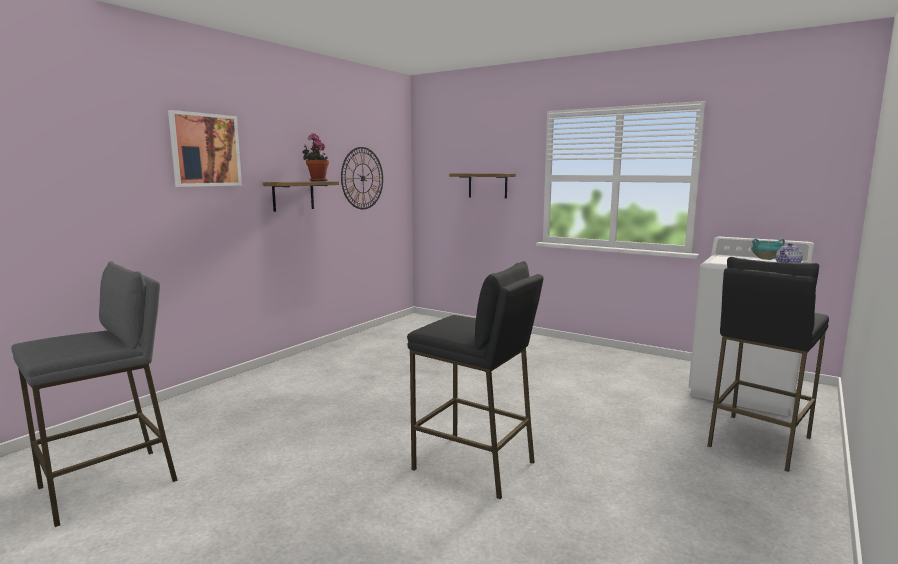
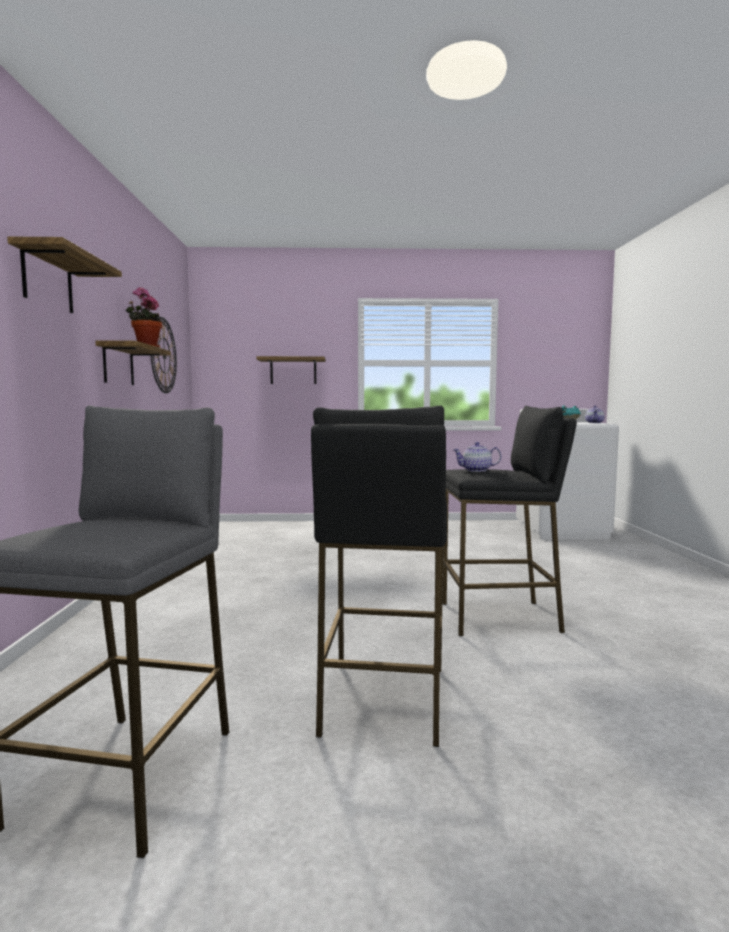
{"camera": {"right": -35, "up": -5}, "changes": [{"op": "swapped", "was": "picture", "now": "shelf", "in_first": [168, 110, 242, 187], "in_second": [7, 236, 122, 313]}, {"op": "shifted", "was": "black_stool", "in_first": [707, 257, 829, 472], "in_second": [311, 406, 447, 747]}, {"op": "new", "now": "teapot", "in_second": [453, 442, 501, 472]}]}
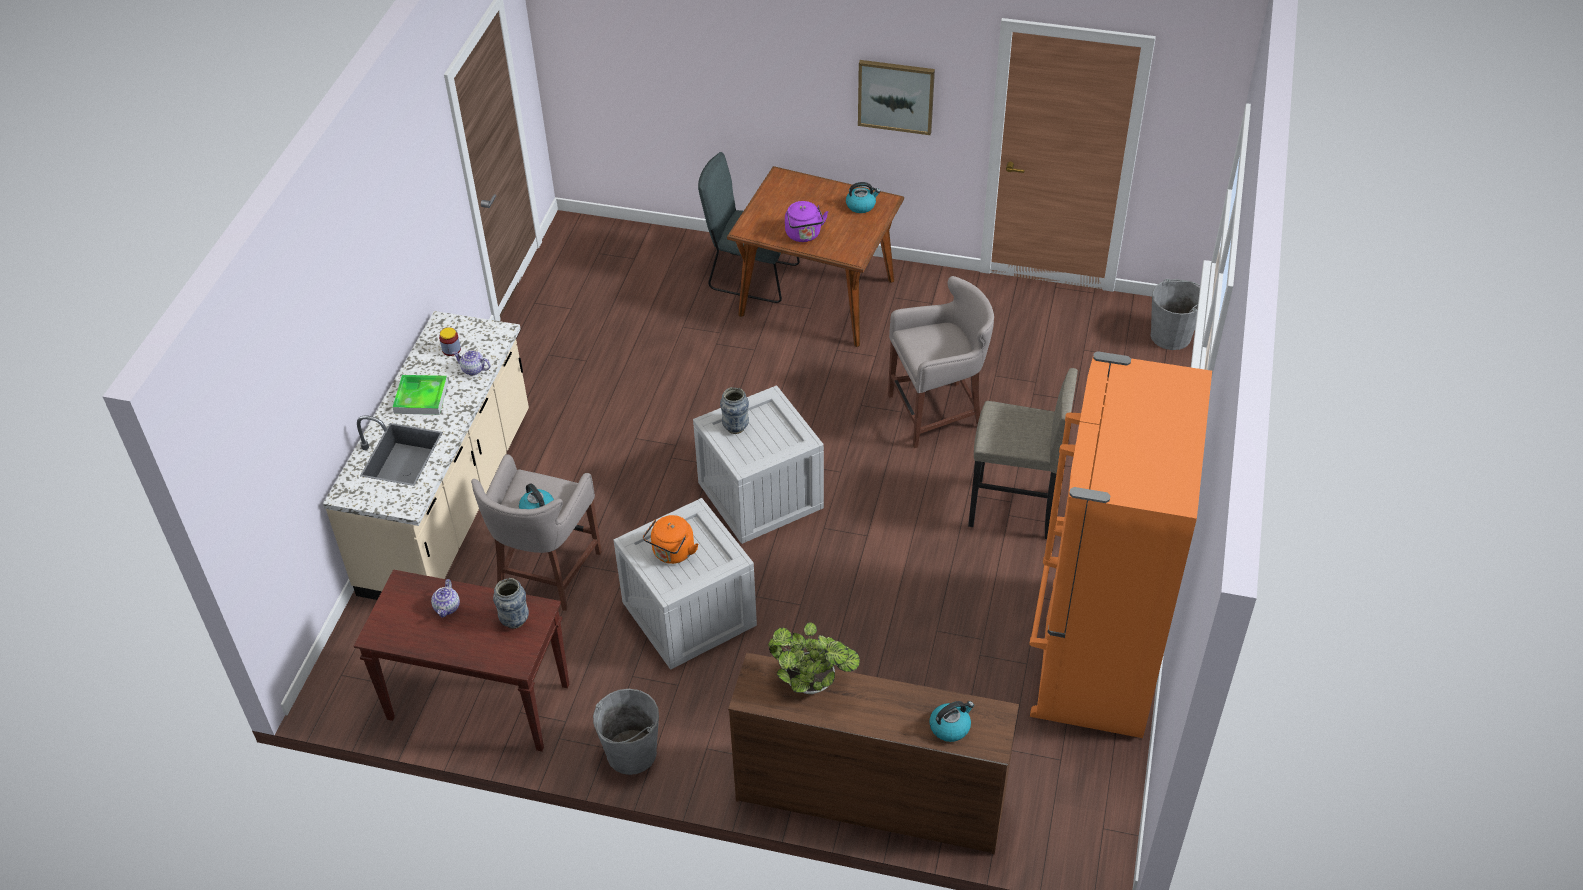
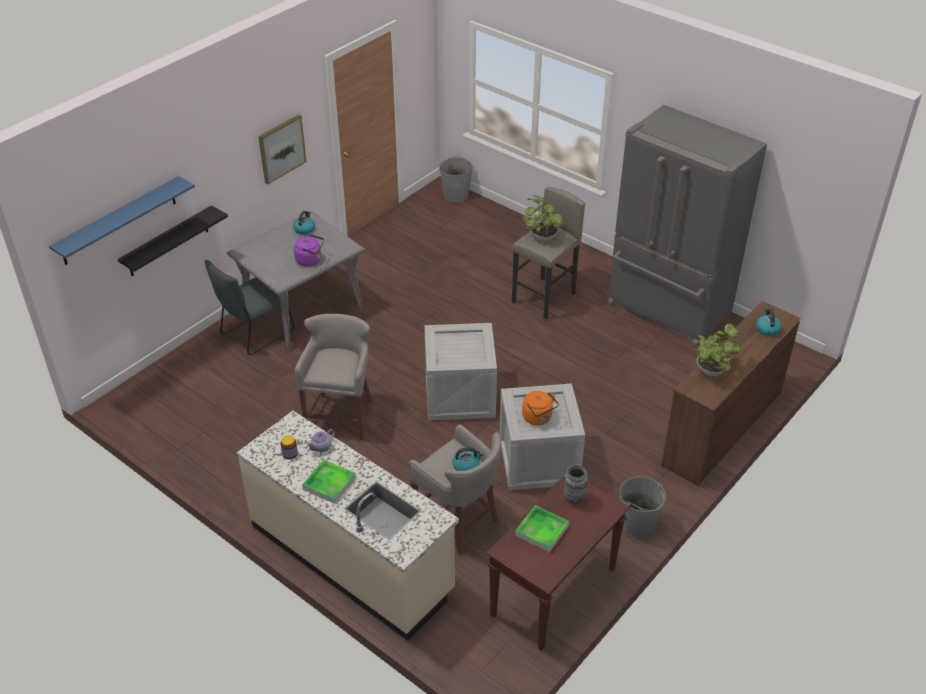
{"camera": {"right": -65, "up": -5}, "changes": [{"op": "repainted", "was": "brown_dining_table", "now": "grey_dining_table", "in_first": [727, 166, 904, 347], "in_second": [227, 211, 365, 352]}, {"op": "shifted", "was": "grey_stool", "in_first": [888, 276, 994, 448], "in_second": [295, 314, 372, 440]}, {"op": "repainted", "was": "orange_fridge", "now": "grey_fridge", "in_first": [1029, 351, 1212, 738], "in_second": [607, 105, 767, 347]}, {"op": "gone", "was": "vase", "in_first": [720, 387, 749, 434]}, {"op": "swapped", "was": "teapot", "now": "tray", "in_first": [431, 579, 460, 618], "in_second": [515, 505, 569, 553]}, {"op": "new", "now": "blue_shelf", "in_second": [49, 176, 195, 265]}, {"op": "new", "now": "potted_plant", "in_second": [523, 195, 565, 242]}, {"op": "new", "now": "black_shelf", "in_second": [118, 205, 228, 276]}]}
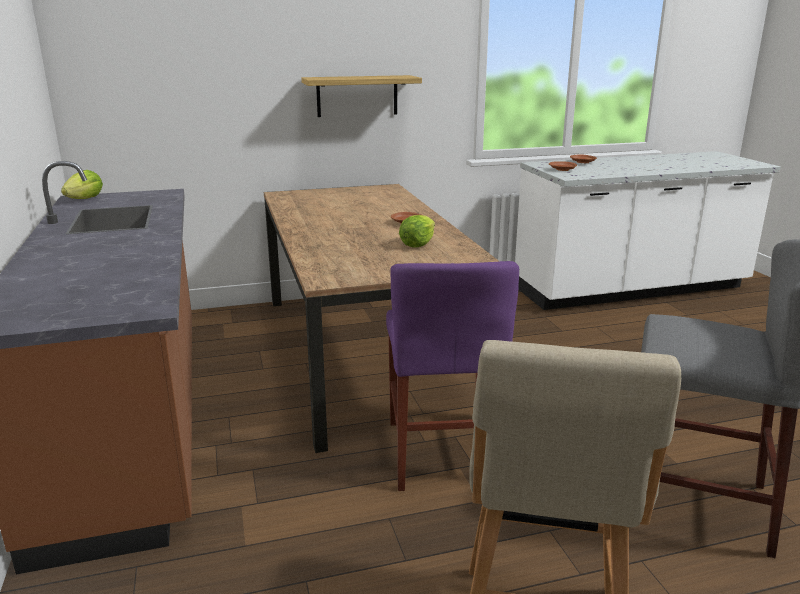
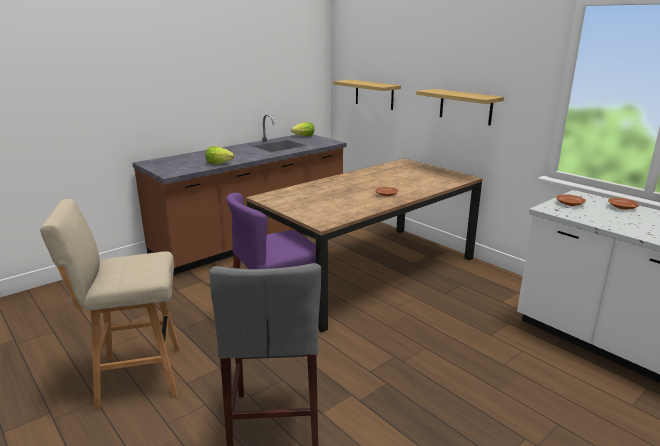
{"camera": {"right": 65, "up": 0}, "changes": [{"op": "shifted", "was": "lettuce", "in_first": [399, 215, 435, 248], "in_second": [205, 146, 235, 164]}, {"op": "new", "now": "shelf", "in_second": [333, 80, 401, 110]}]}
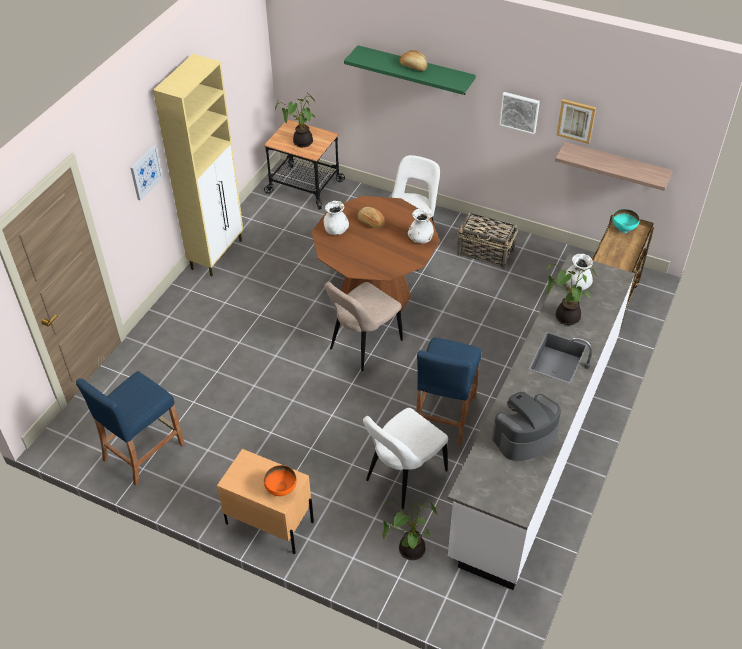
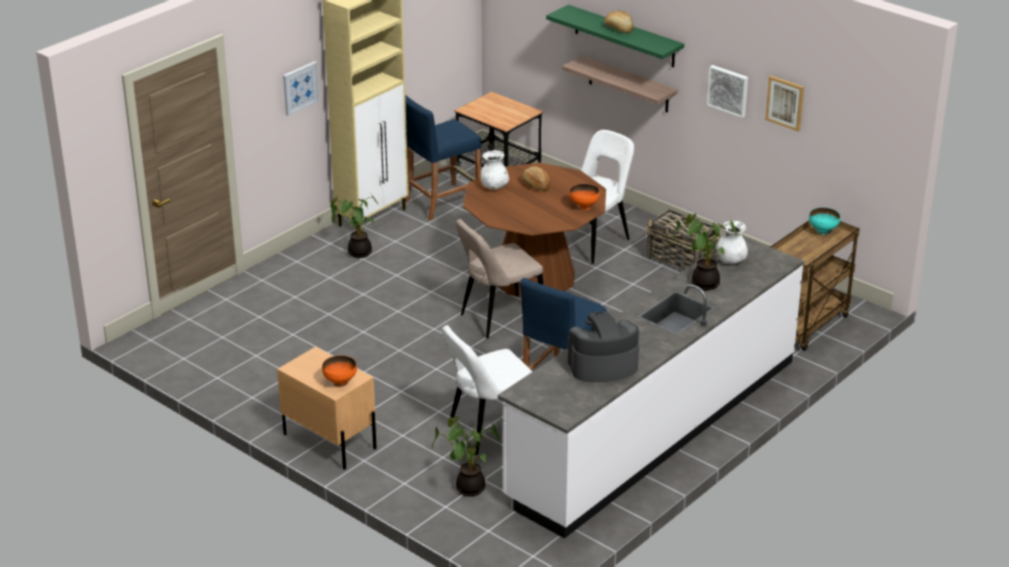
{"camera": {"right": 15, "up": -15}, "changes": [{"op": "shifted", "was": "potted_plant", "in_first": [275, 94, 316, 147], "in_second": [330, 194, 380, 258]}, {"op": "shifted", "was": "shelf", "in_first": [555, 142, 673, 191], "in_second": [562, 56, 678, 112]}, {"op": "swapped", "was": "white_vase", "now": "orange_bowl", "in_first": [408, 208, 434, 244], "in_second": [569, 183, 600, 210]}, {"op": "shifted", "was": "blue_stool", "in_first": [76, 371, 184, 486], "in_second": [405, 95, 482, 220]}]}
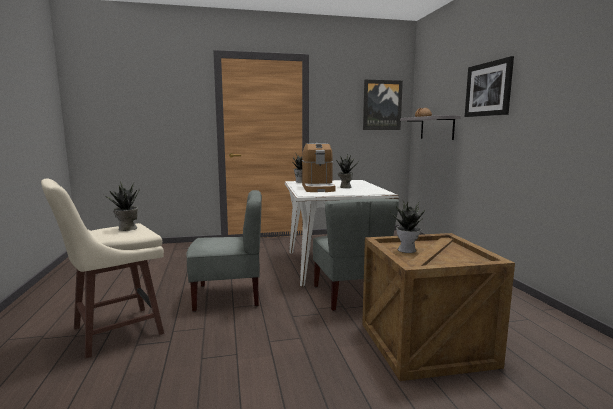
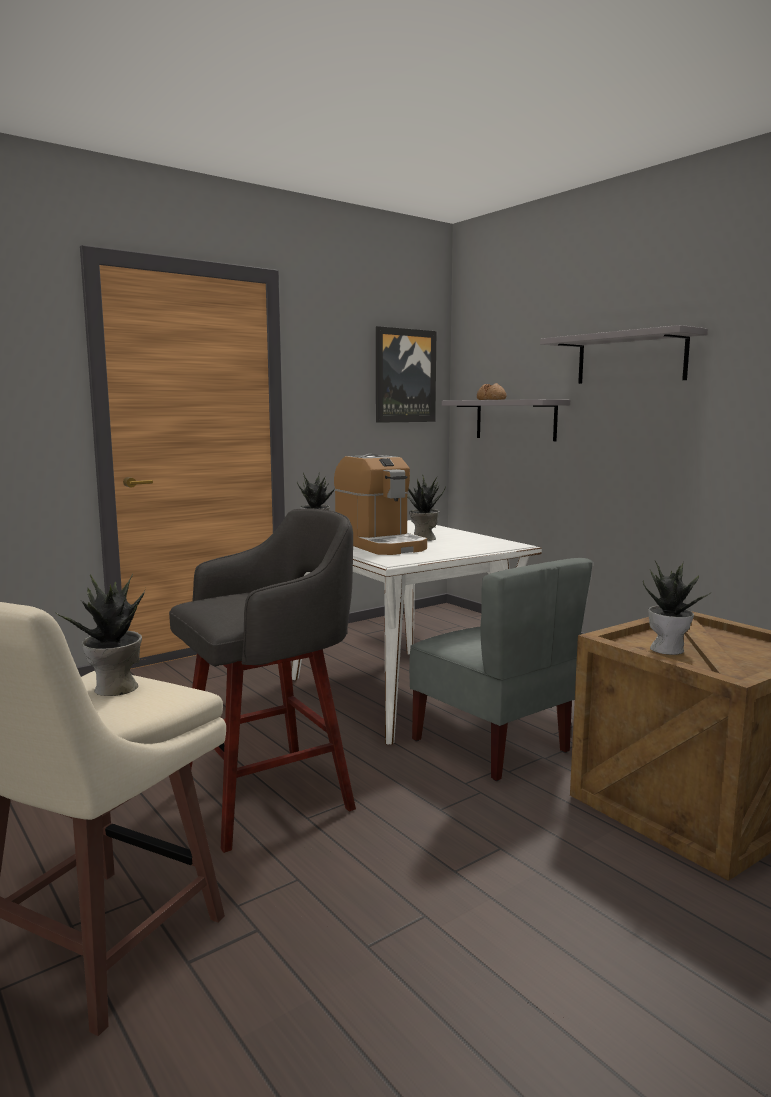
{"camera": {"right": -25, "up": 0}, "changes": [{"op": "swapped", "was": "picture", "now": "grey_shelf", "in_first": [465, 56, 514, 117], "in_second": [540, 325, 708, 384]}, {"op": "swapped", "was": "grey_chair", "now": "grey_stool", "in_first": [186, 190, 262, 312], "in_second": [169, 508, 356, 853]}]}
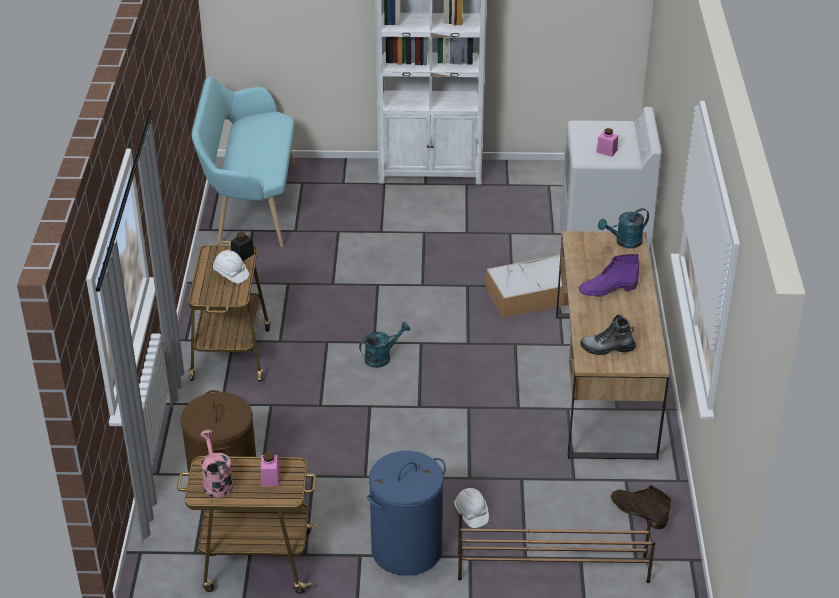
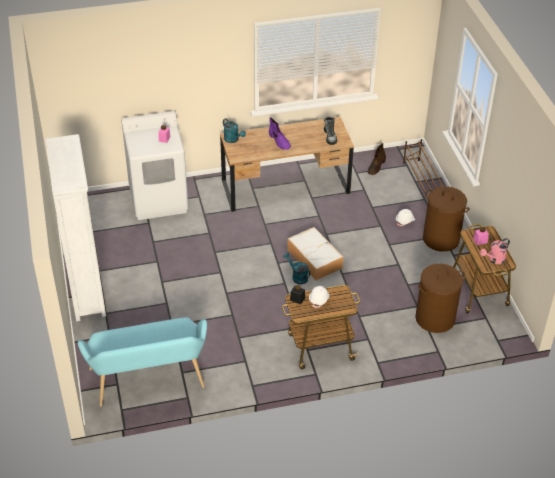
{"camera": {"right": -105, "up": 5}, "changes": [{"op": "shifted", "was": "storage_box", "in_first": [486, 255, 568, 318], "in_second": [287, 227, 343, 280]}, {"op": "repainted", "was": "blue_laundry_basket", "now": "brown_laundry_basket", "in_first": [367, 451, 446, 576], "in_second": [423, 187, 469, 252]}]}
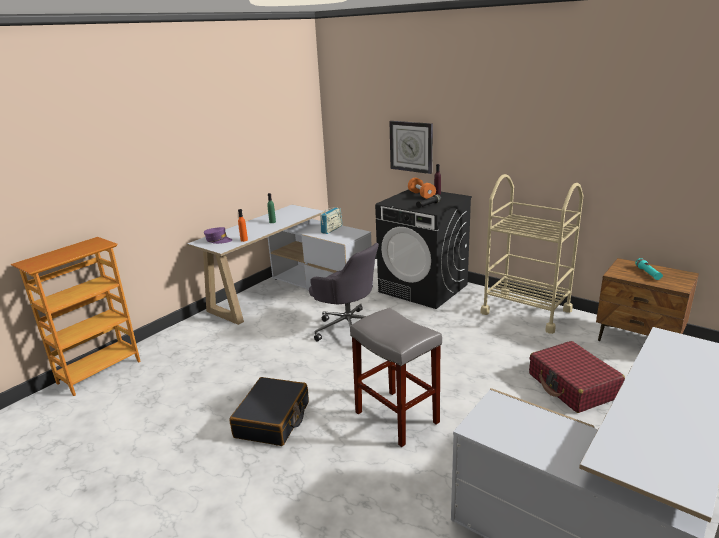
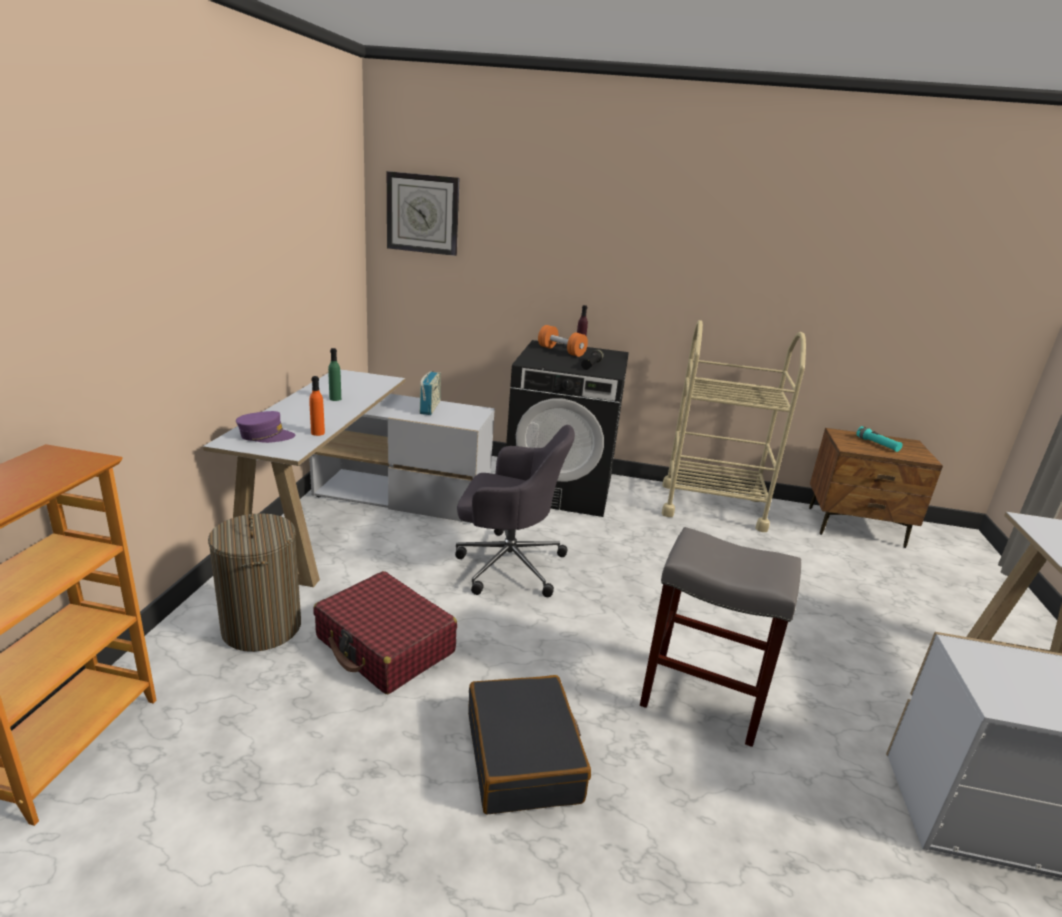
{"camera": {"right": -30, "up": 0}, "changes": [{"op": "shifted", "was": "wall_clock", "in_first": [389, 121, 433, 174], "in_second": [387, 171, 459, 256]}, {"op": "shifted", "was": "red_suitcase", "in_first": [529, 341, 625, 413], "in_second": [313, 571, 457, 694]}, {"op": "new", "now": "laundry_basket", "in_second": [208, 513, 301, 652]}]}
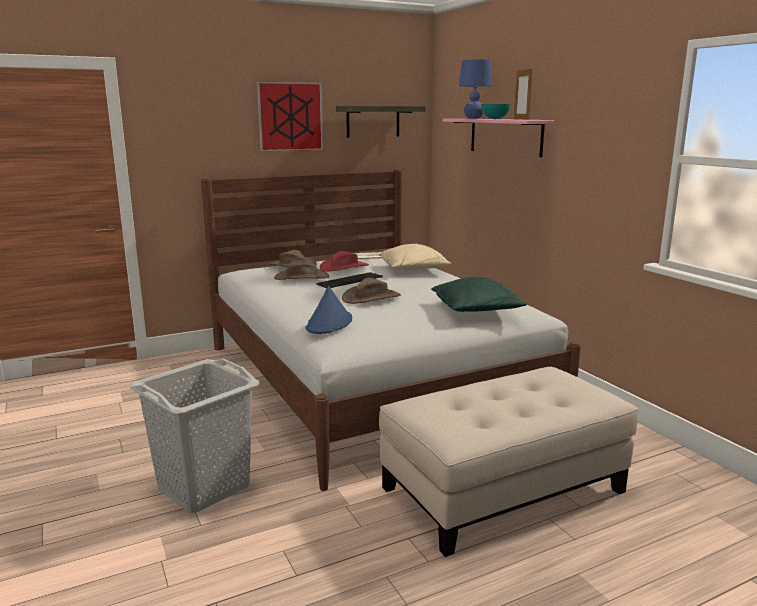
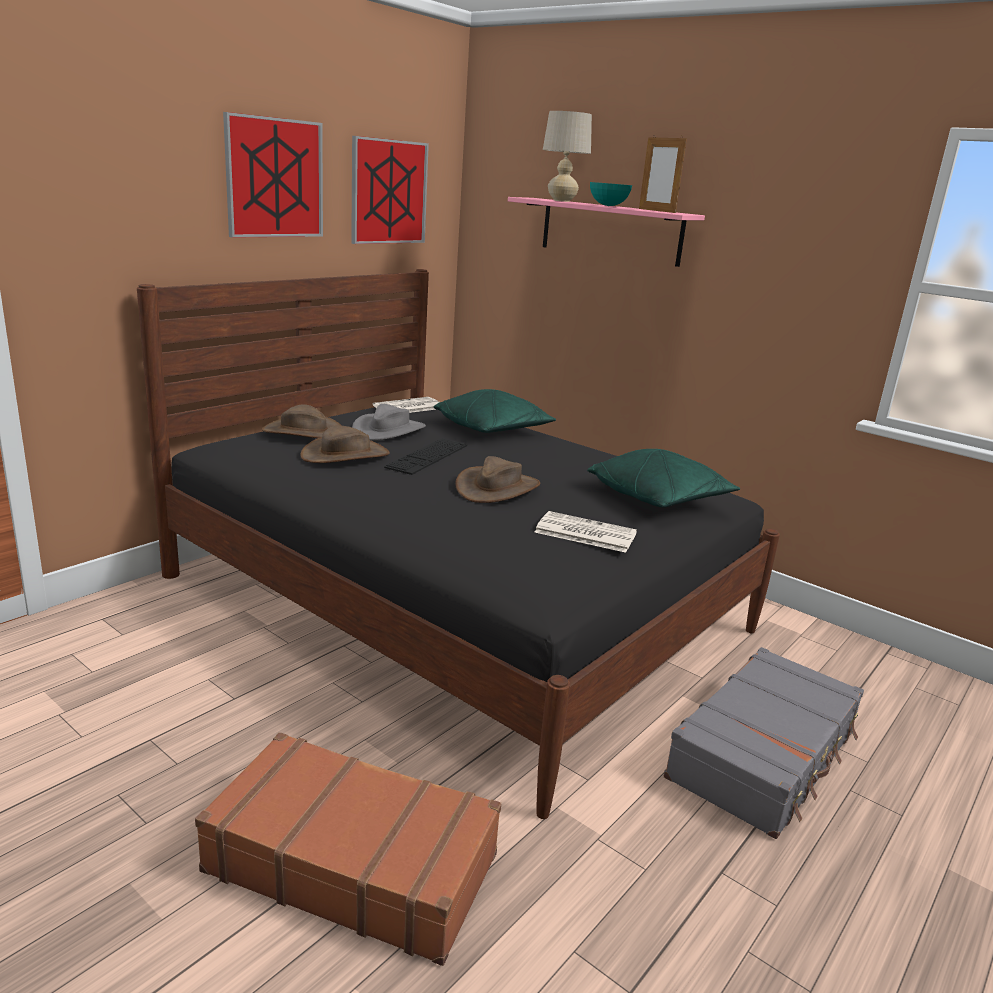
{"camera": {"right": -25, "up": 5}, "changes": [{"op": "repainted", "was": "blue_table_lamp", "now": "beige_table_lamp", "in_first": [459, 59, 492, 119], "in_second": [543, 111, 592, 202]}, {"op": "swapped", "was": "shelf", "now": "picture", "in_first": [336, 106, 425, 137], "in_second": [351, 136, 429, 244]}, {"op": "repainted", "was": "white_bed", "now": "black_bed", "in_first": [201, 170, 581, 491], "in_second": [137, 269, 780, 819]}, {"op": "repainted", "was": "beige_pillow", "now": "green_pillow", "in_first": [378, 244, 451, 270], "in_second": [434, 389, 556, 433]}, {"op": "repainted", "was": "red_hat", "now": "grey_hat", "in_first": [320, 251, 369, 271], "in_second": [352, 404, 426, 440]}, {"op": "gone", "was": "blue_hat", "in_first": [305, 286, 352, 334]}, {"op": "swapped", "was": "grey_laundry_basket", "now": "brown_suitcase", "in_first": [129, 359, 260, 513], "in_second": [195, 732, 501, 966]}, {"op": "swapped", "was": "beige_ottoman", "now": "grey_suitcase", "in_first": [379, 367, 638, 557], "in_second": [664, 647, 864, 839]}, {"op": "new", "now": "newspaper", "in_second": [535, 511, 637, 553]}]}
